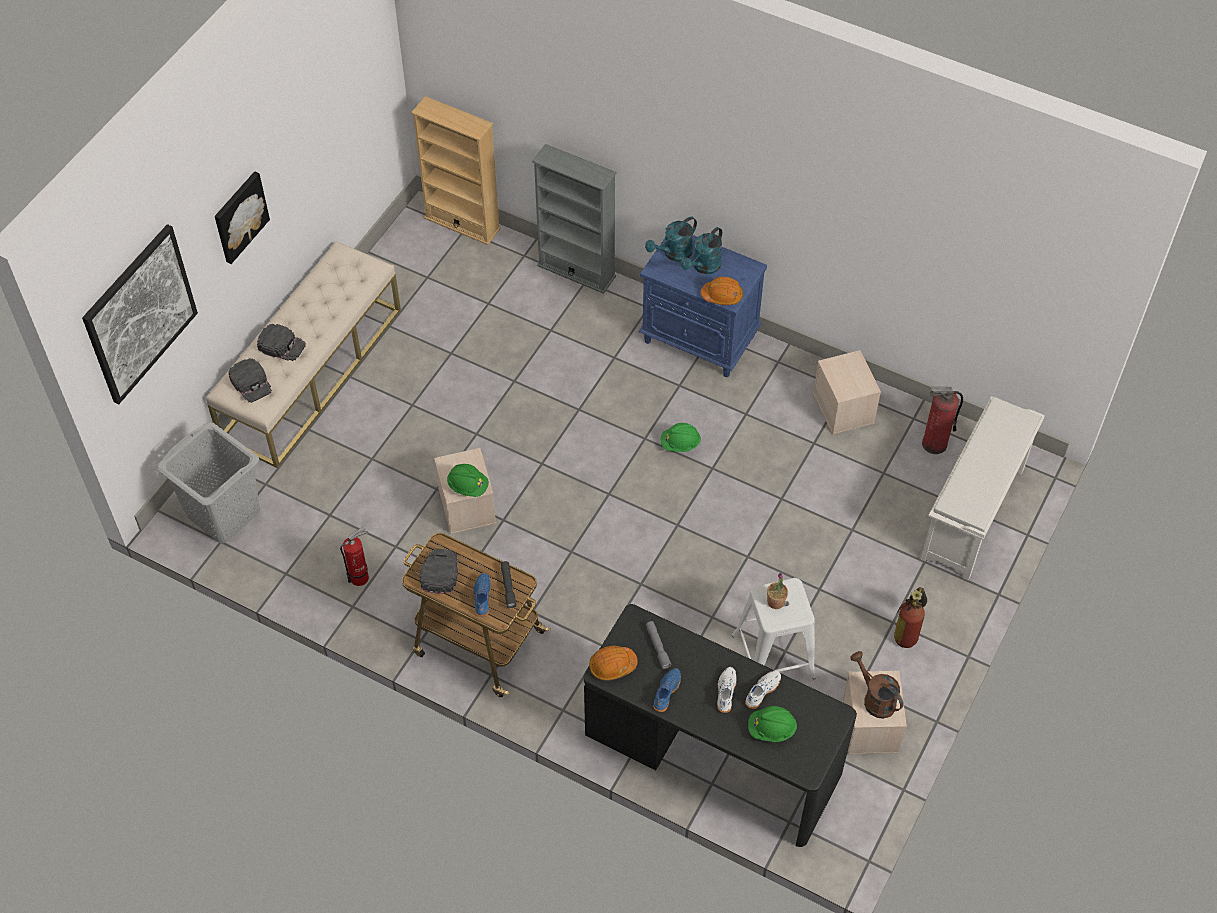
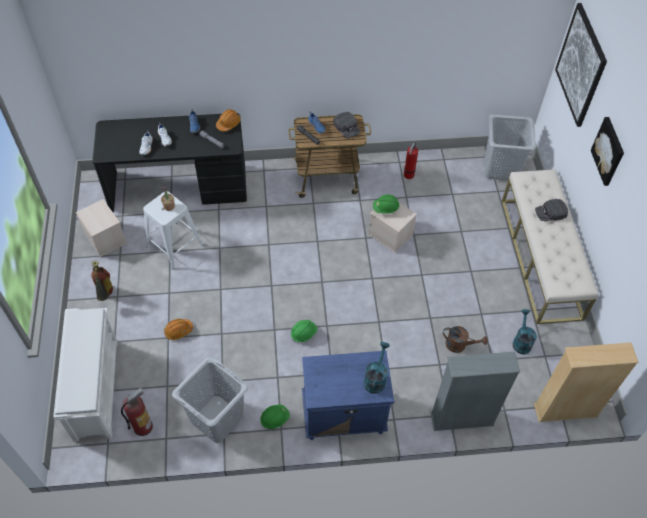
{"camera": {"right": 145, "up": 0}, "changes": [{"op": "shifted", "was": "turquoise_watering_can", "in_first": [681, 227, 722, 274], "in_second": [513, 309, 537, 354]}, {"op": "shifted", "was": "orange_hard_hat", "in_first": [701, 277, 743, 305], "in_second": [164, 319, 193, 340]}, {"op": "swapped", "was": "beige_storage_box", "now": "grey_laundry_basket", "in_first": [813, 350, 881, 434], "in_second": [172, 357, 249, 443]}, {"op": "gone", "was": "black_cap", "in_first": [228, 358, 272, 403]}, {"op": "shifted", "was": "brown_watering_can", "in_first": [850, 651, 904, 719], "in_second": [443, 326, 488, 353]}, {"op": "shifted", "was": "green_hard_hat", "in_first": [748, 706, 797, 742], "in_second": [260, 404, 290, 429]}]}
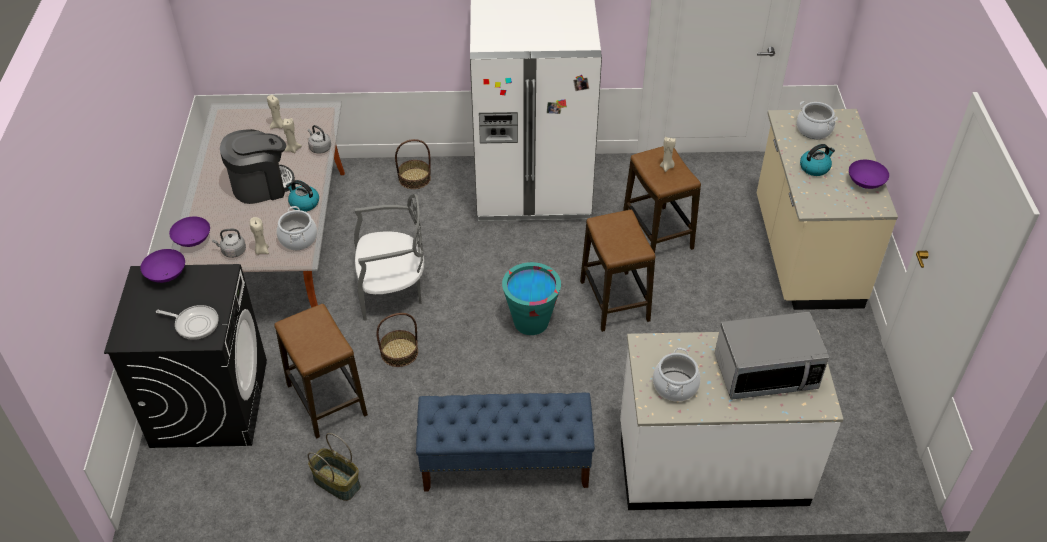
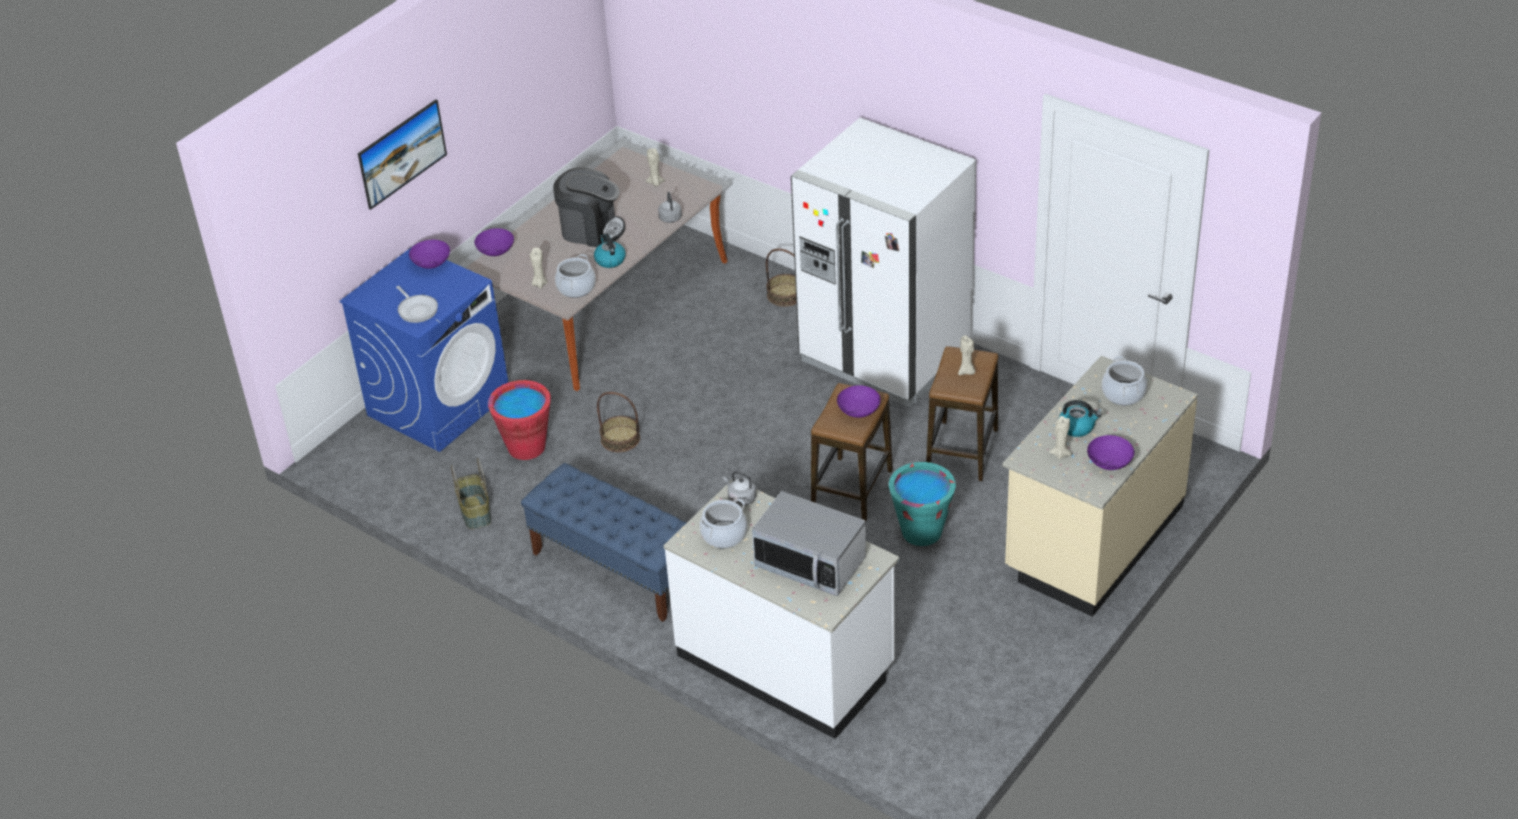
{"camera": {"right": 40, "up": -5}, "changes": [{"op": "shifted", "was": "beige_candle", "in_first": [283, 118, 302, 153], "in_second": [1049, 416, 1072, 460]}, {"op": "gone", "was": "grey_chair", "in_first": [354, 194, 424, 321]}, {"op": "shifted", "was": "grey_kettle", "in_first": [212, 229, 246, 258], "in_second": [723, 471, 756, 506]}, {"op": "shifted", "was": "turquoise_bucket", "in_first": [502, 262, 561, 335], "in_second": [889, 462, 956, 546]}, {"op": "repainted", "was": "black_washing_machine", "now": "blue_washing_machine", "in_first": [104, 264, 267, 448], "in_second": [339, 246, 508, 452]}, {"op": "swapped", "was": "stool", "now": "red_bucket", "in_first": [274, 303, 368, 438], "in_second": [488, 380, 551, 460]}, {"op": "new", "now": "picture", "in_second": [358, 99, 447, 210]}, {"op": "new", "now": "purple_bowl", "in_second": [837, 385, 881, 418]}]}
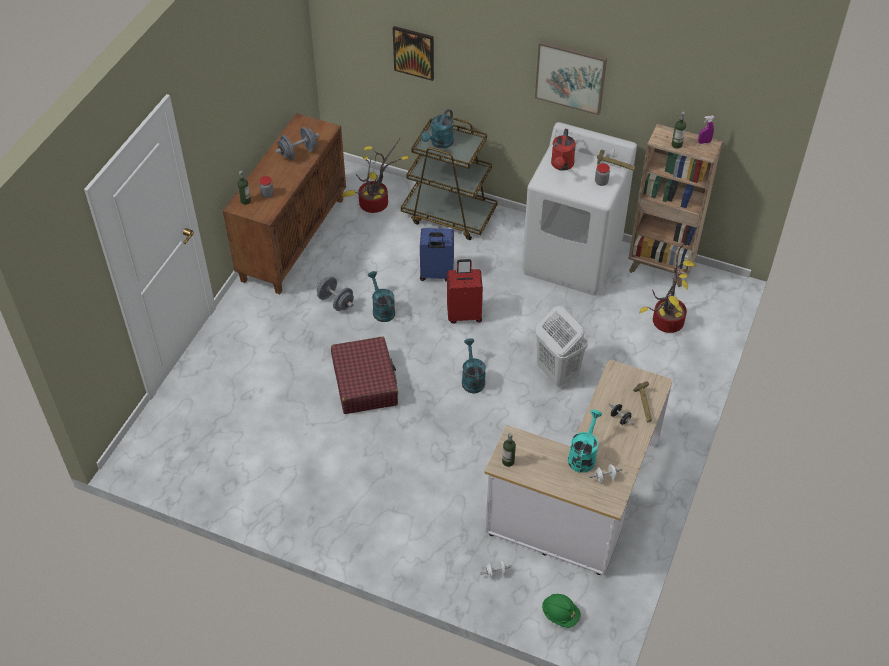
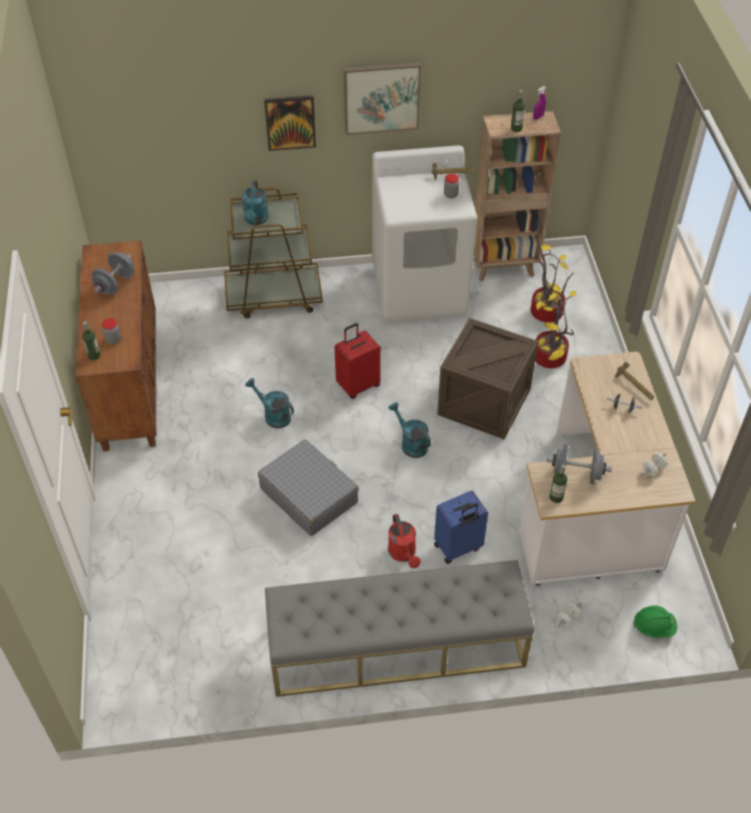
{"camera": {"right": -30, "up": 0}, "changes": [{"op": "shifted", "was": "picture", "in_first": [393, 26, 434, 81], "in_second": [264, 96, 316, 151]}, {"op": "shifted", "was": "red_watering_can", "in_first": [551, 129, 576, 171], "in_second": [388, 514, 421, 568]}, {"op": "shifted", "was": "potted_plant", "in_first": [342, 139, 410, 213], "in_second": [535, 273, 577, 368]}, {"op": "shifted", "was": "blue_suitcase", "in_first": [420, 228, 454, 282], "in_second": [434, 490, 488, 564]}, {"op": "shifted", "was": "grey_dumbbell", "in_first": [317, 276, 354, 311], "in_second": [547, 445, 612, 484]}, {"op": "swapped", "was": "white_laundry_basket", "now": "crate", "in_first": [536, 306, 588, 387], "in_second": [437, 318, 538, 439]}, {"op": "repainted", "was": "red_suitcase", "now": "grey_suitcase", "in_first": [331, 336, 398, 414], "in_second": [258, 439, 359, 536]}, {"op": "gone", "was": "turquoise_watering_can", "in_first": [568, 409, 602, 473]}, {"op": "new", "now": "grey_bench", "in_second": [265, 560, 534, 697]}]}
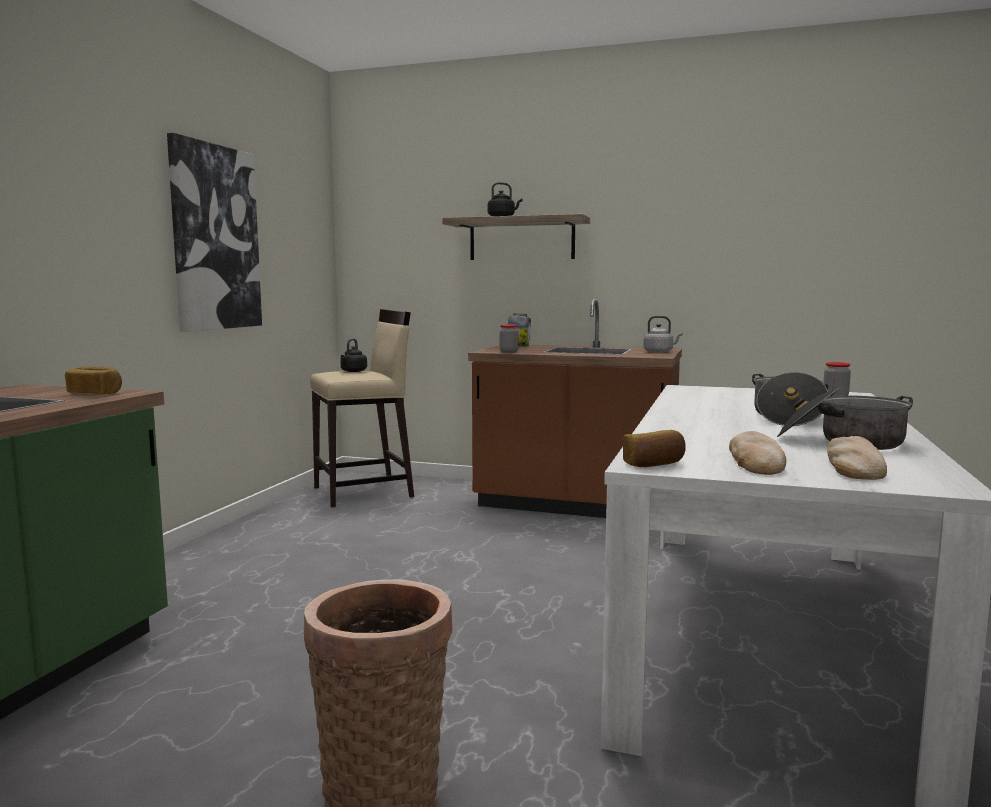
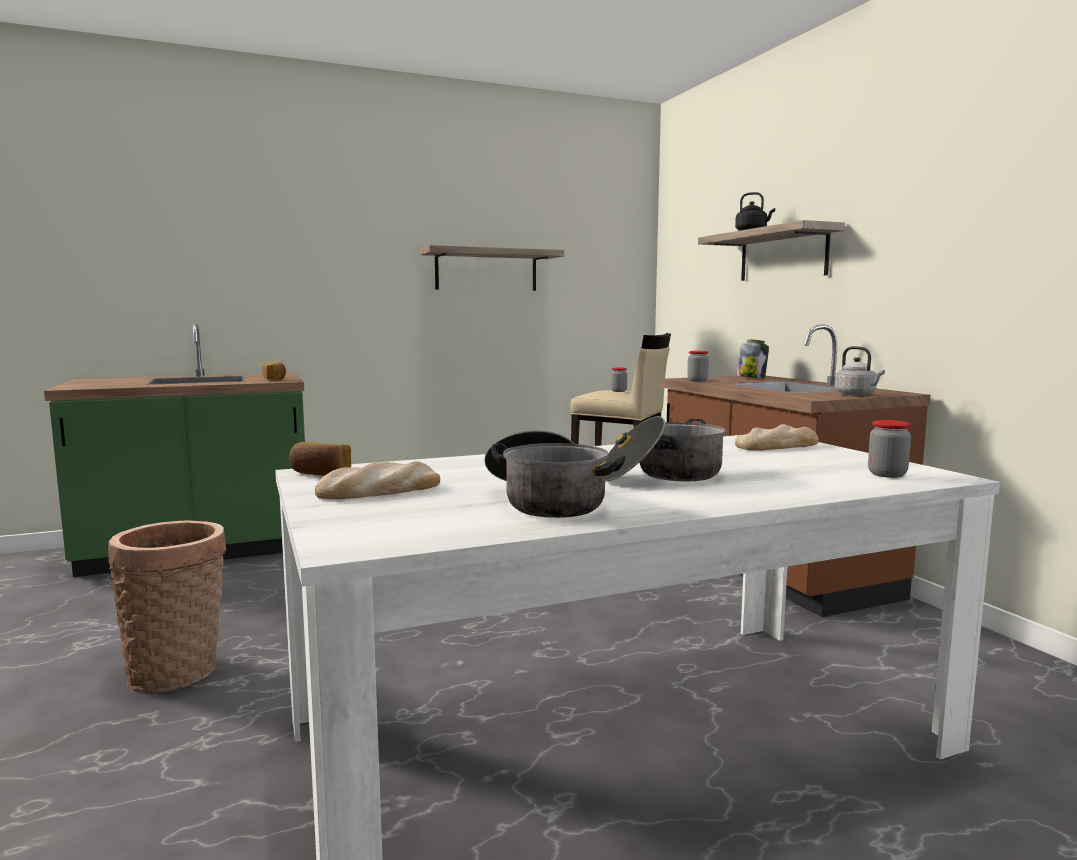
{"camera": {"right": 50, "up": 0}, "changes": [{"op": "swapped", "was": "picture", "now": "shelf", "in_first": [167, 133, 262, 332], "in_second": [420, 245, 564, 291]}, {"op": "swapped", "was": "black_kettle", "now": "jar", "in_first": [340, 338, 367, 372], "in_second": [611, 367, 627, 392]}, {"op": "shifted", "was": "bread", "in_first": [827, 436, 887, 480], "in_second": [735, 424, 819, 451]}]}
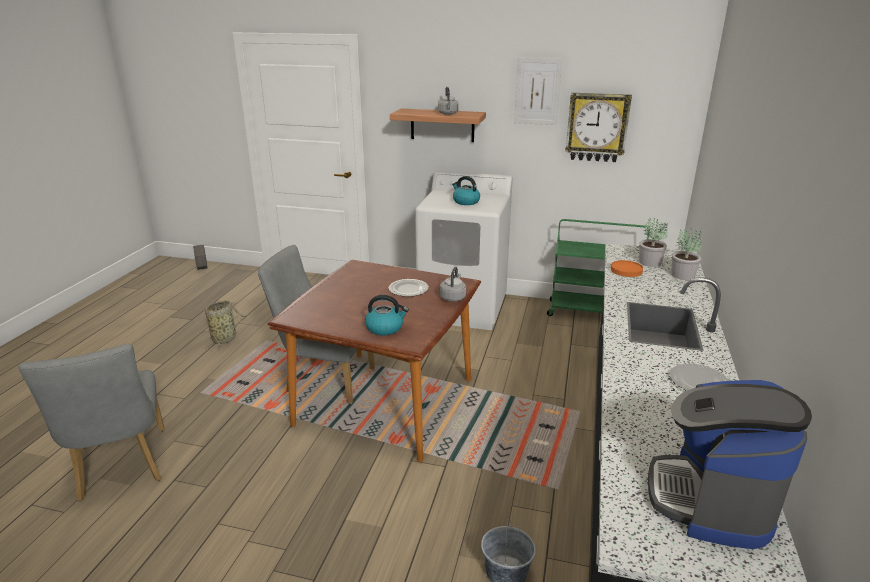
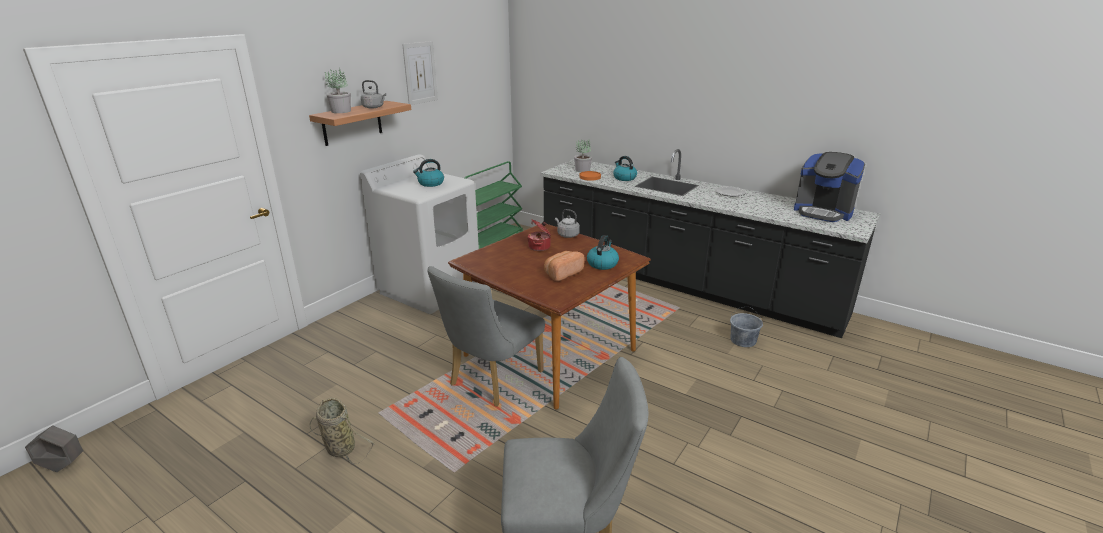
{"camera": {"right": -70, "up": 0}, "changes": [{"op": "gone", "was": "wall_clock", "in_first": [566, 93, 632, 162]}, {"op": "shifted", "was": "potted_plant", "in_first": [671, 228, 702, 280], "in_second": [325, 68, 351, 113]}, {"op": "swapped", "was": "plate", "now": "cooking_pot", "in_first": [389, 279, 429, 297], "in_second": [527, 219, 551, 251]}, {"op": "new", "now": "kettle", "in_second": [613, 156, 637, 181]}, {"op": "new", "now": "bread", "in_second": [544, 251, 585, 281]}]}
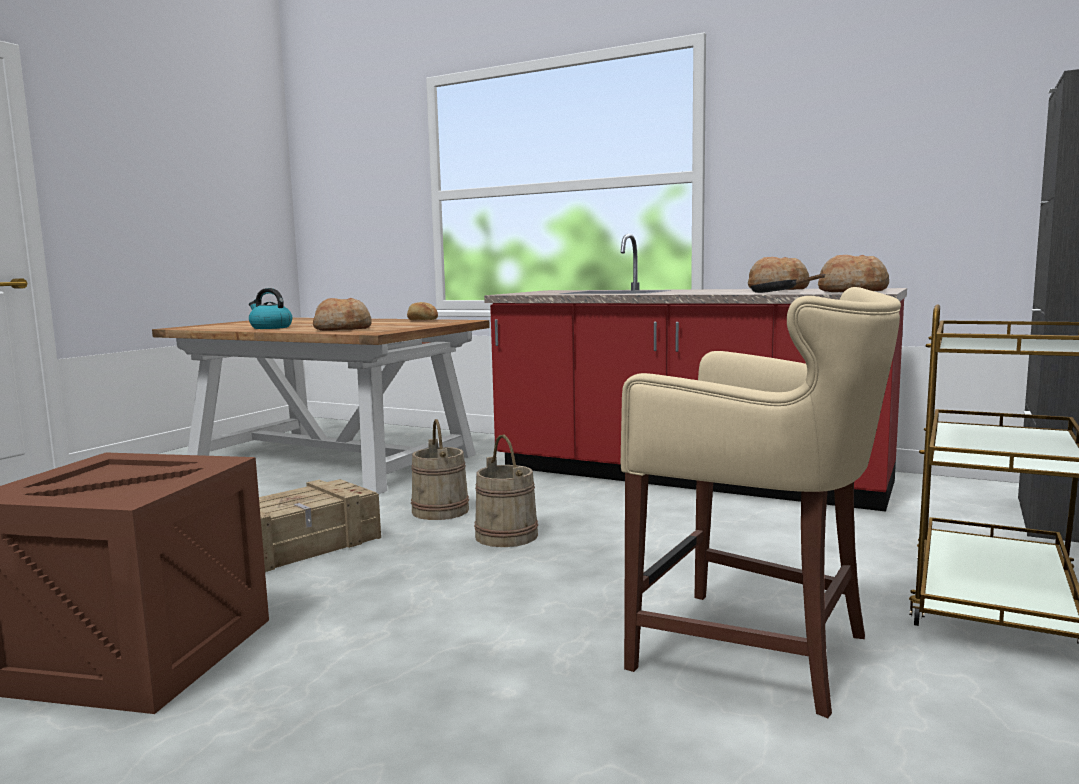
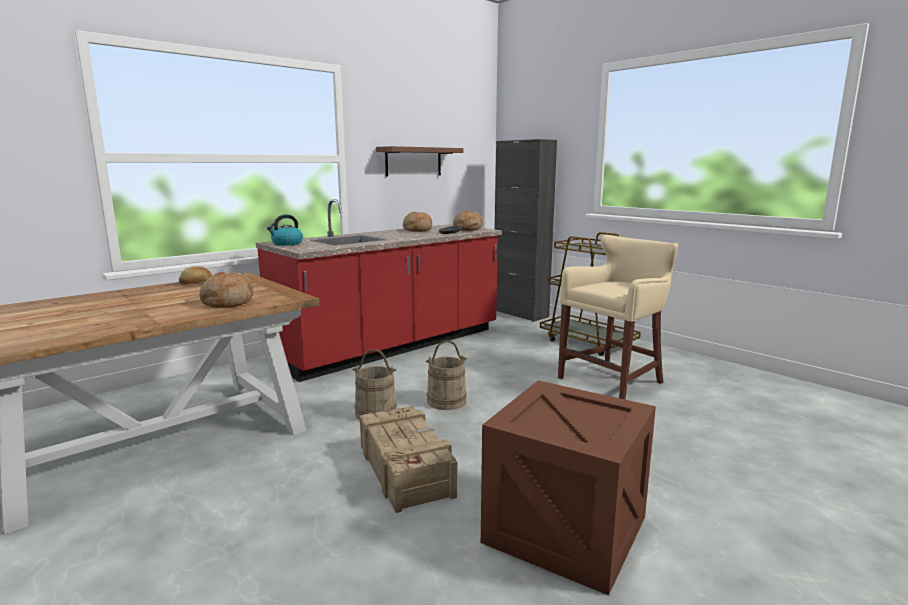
{"camera": {"right": -70, "up": 5}, "changes": [{"op": "shifted", "was": "kettle", "in_first": [249, 288, 292, 329], "in_second": [267, 214, 303, 246]}, {"op": "new", "now": "shelf", "in_second": [376, 146, 464, 177]}]}
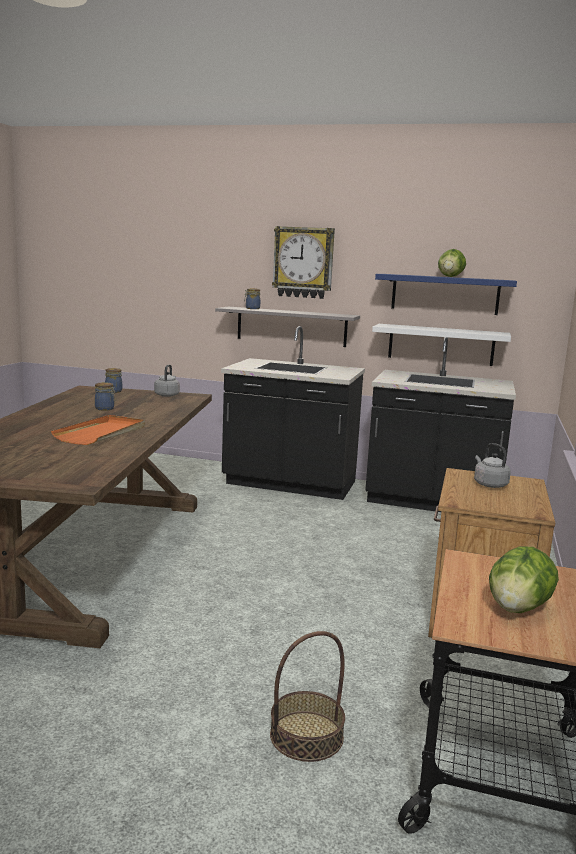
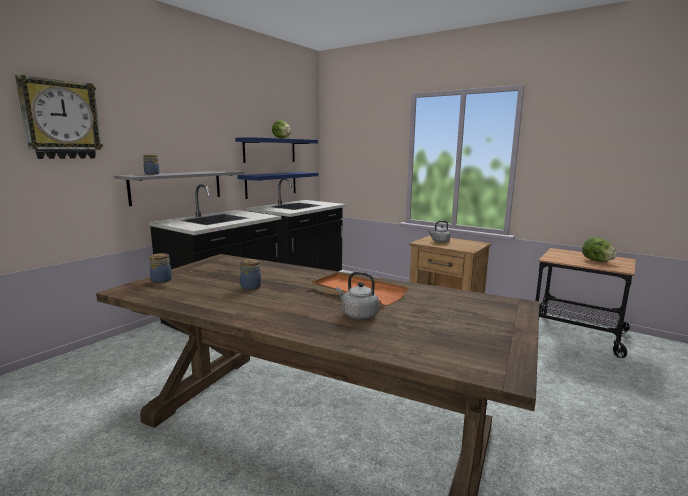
{"camera": {"right": -70, "up": 0}, "changes": [{"op": "shifted", "was": "wall_clock", "in_first": [272, 226, 335, 299], "in_second": [15, 75, 103, 159]}, {"op": "repainted", "was": "white_shelf", "now": "blue_shelf", "in_first": [372, 324, 511, 366], "in_second": [237, 172, 319, 199]}, {"op": "shifted", "was": "grey_kettle", "in_first": [154, 364, 180, 397], "in_second": [336, 272, 379, 319]}, {"op": "gone", "was": "basket", "in_first": [270, 631, 345, 762]}]}
